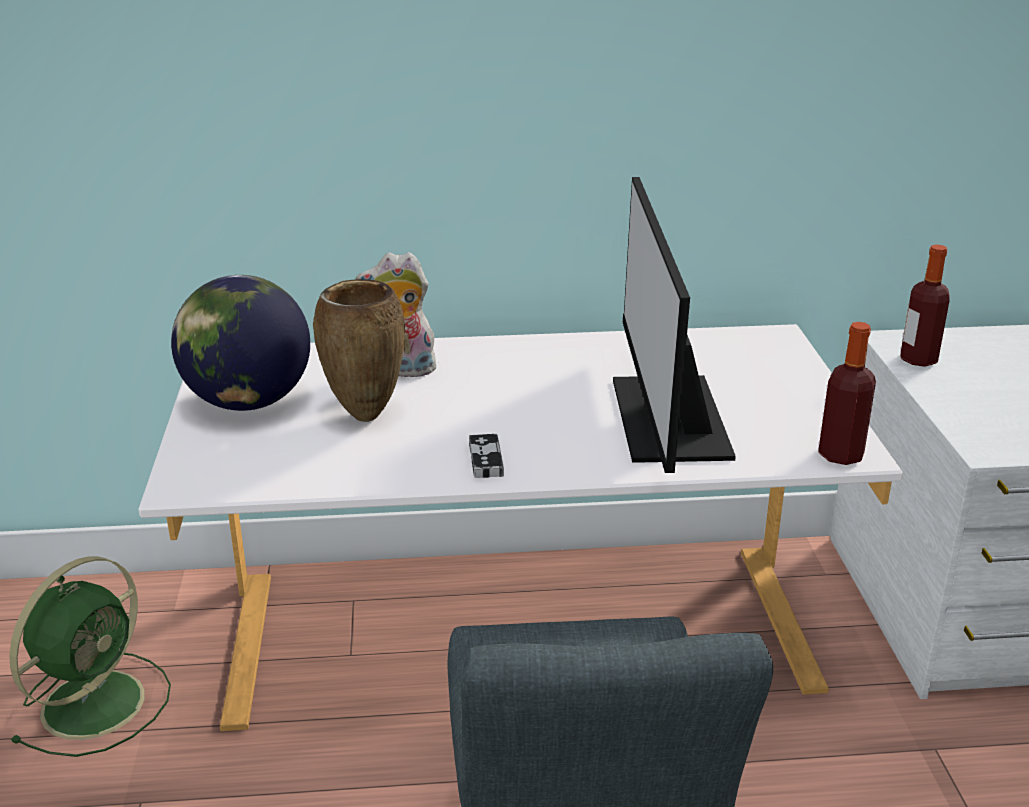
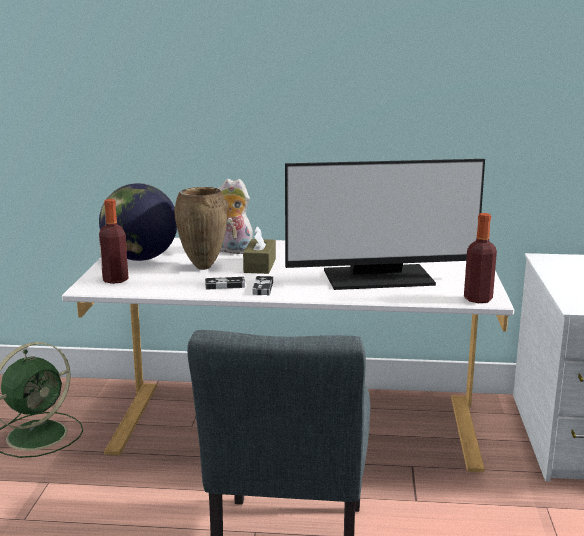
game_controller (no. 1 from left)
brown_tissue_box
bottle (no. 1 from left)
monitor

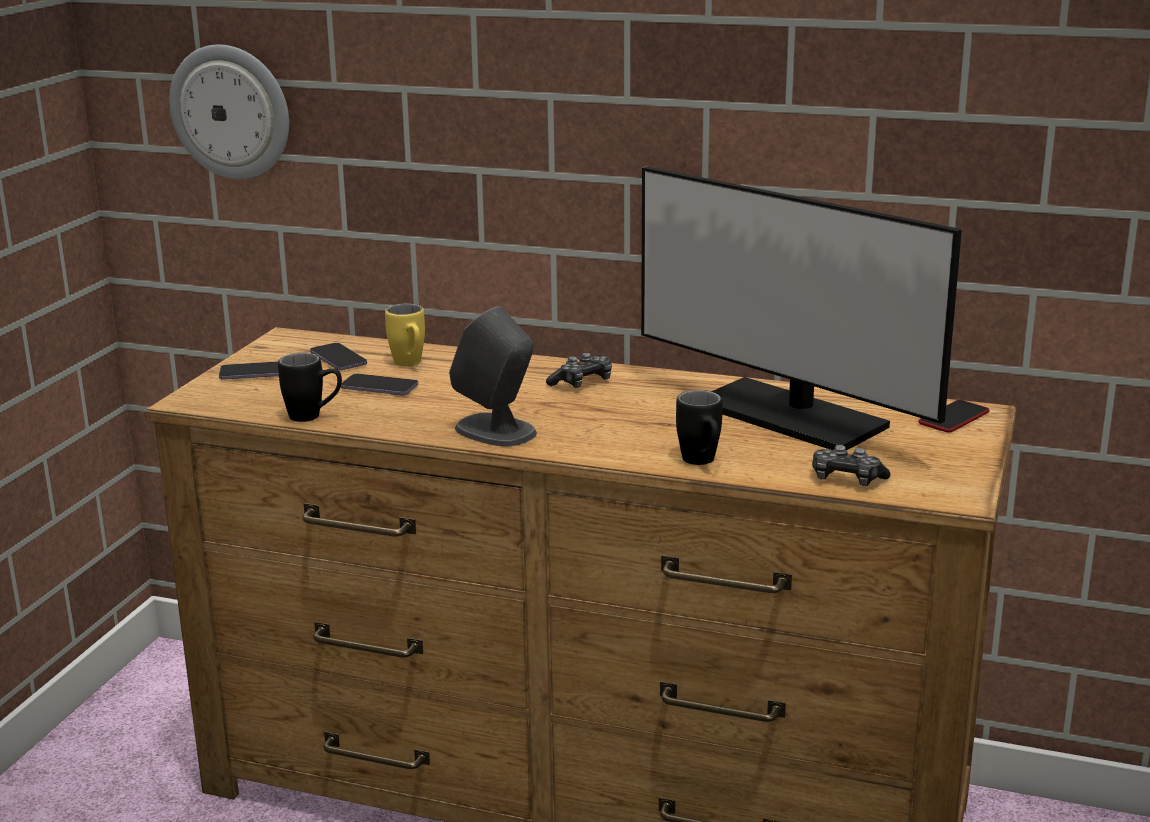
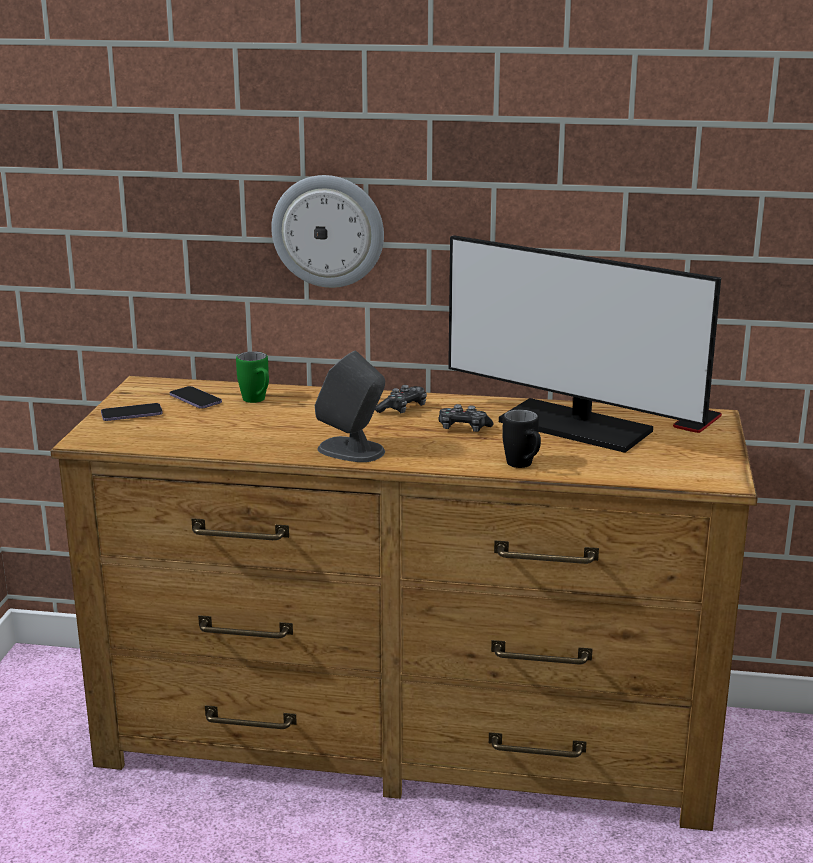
black_mug (no. 1 from left in the first image)
phone (no. 3 from left in the first image)
wall_clock
game_controller (no. 2 from left)
green_mug

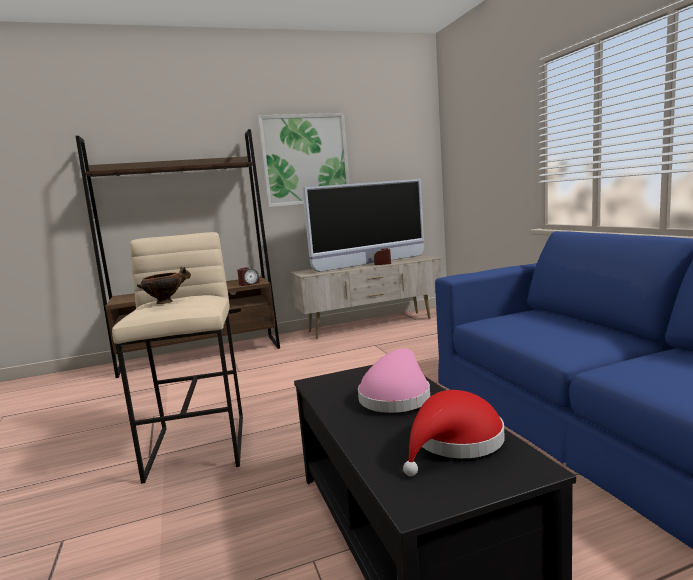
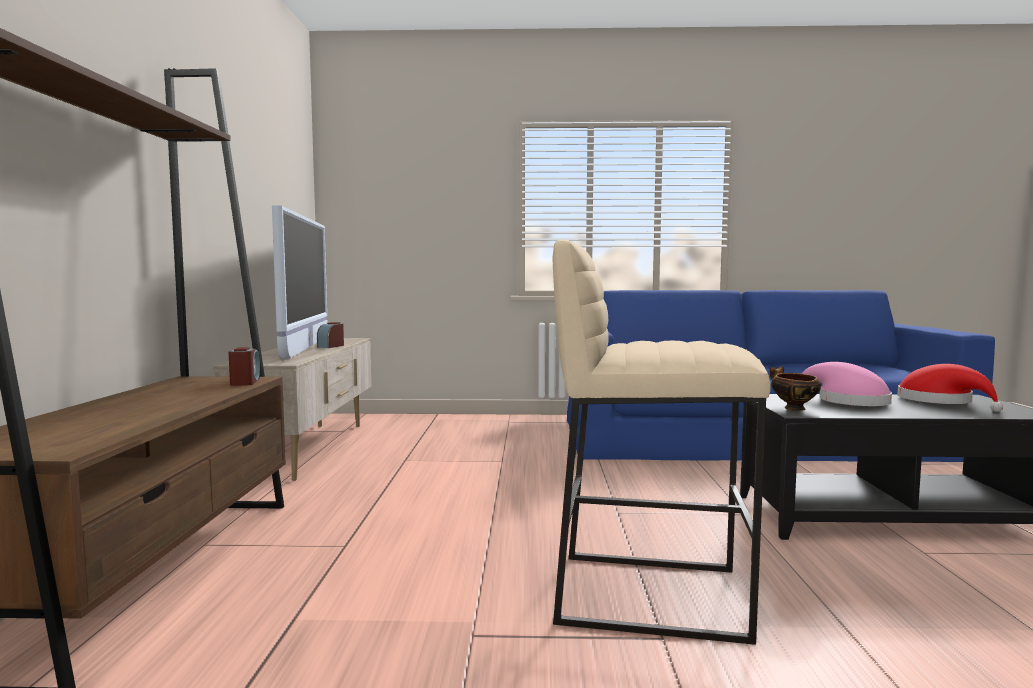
picture
bowl

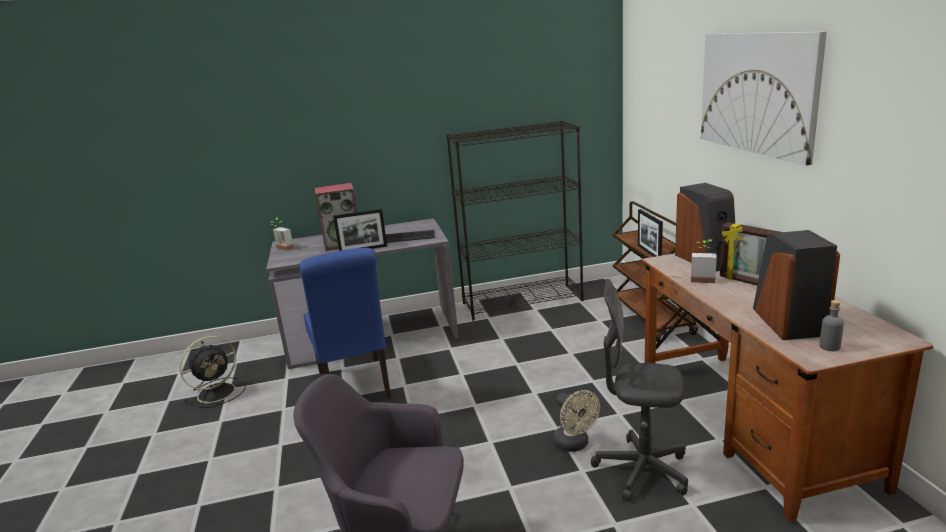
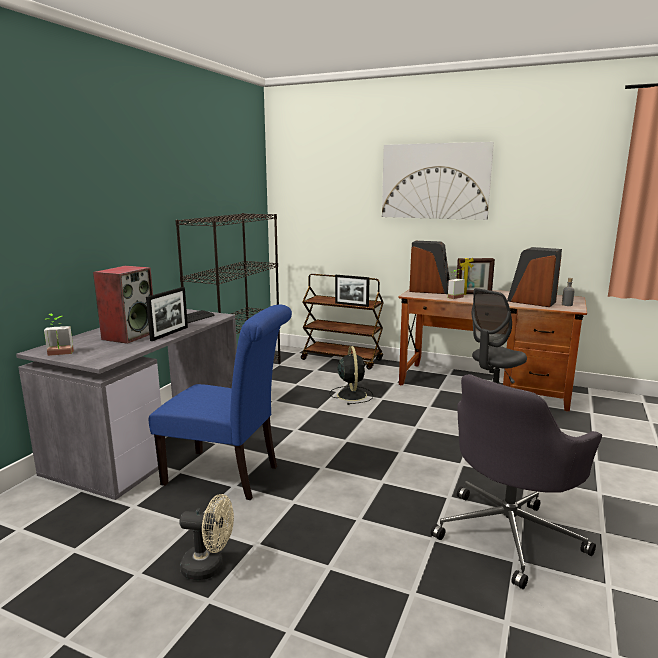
black_fan
beige_fan

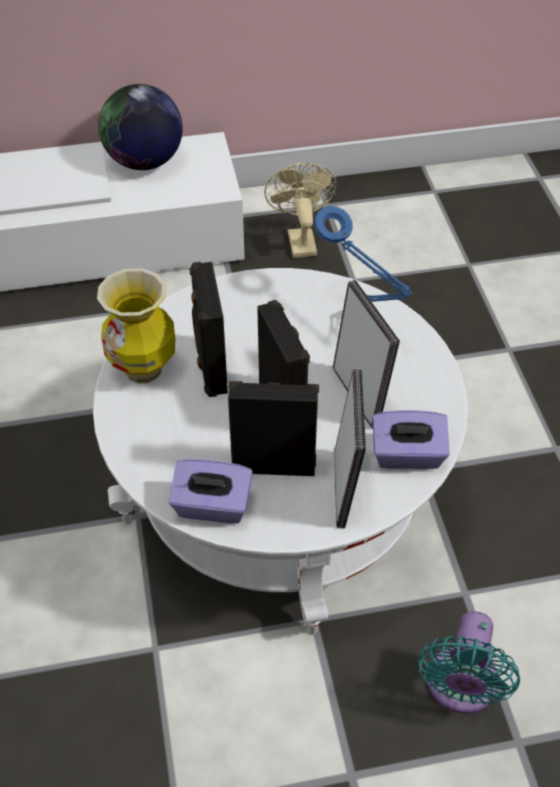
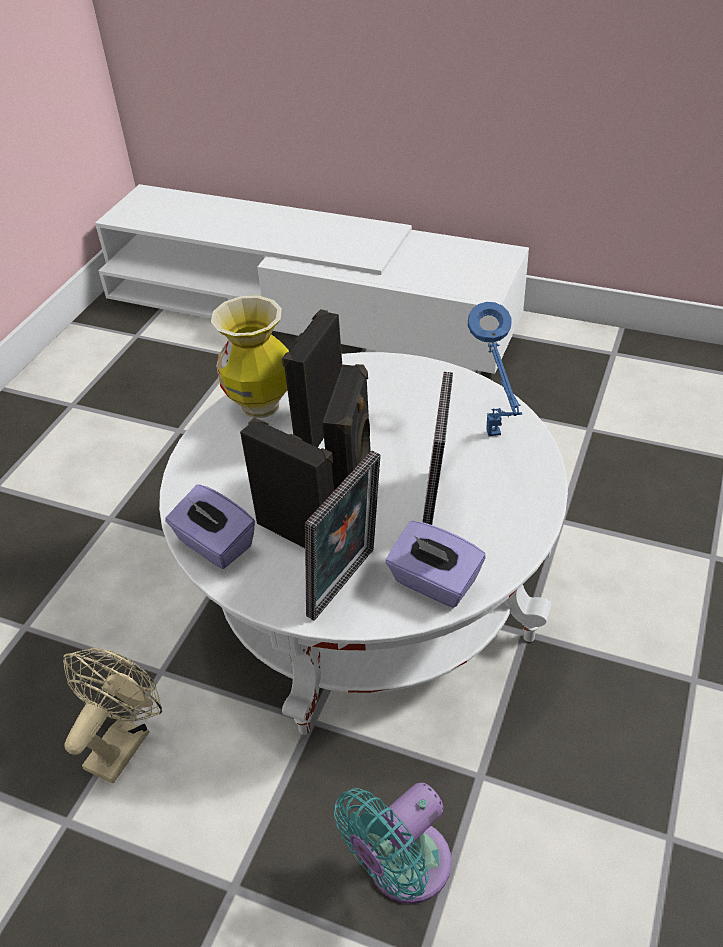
globe
beige_fan

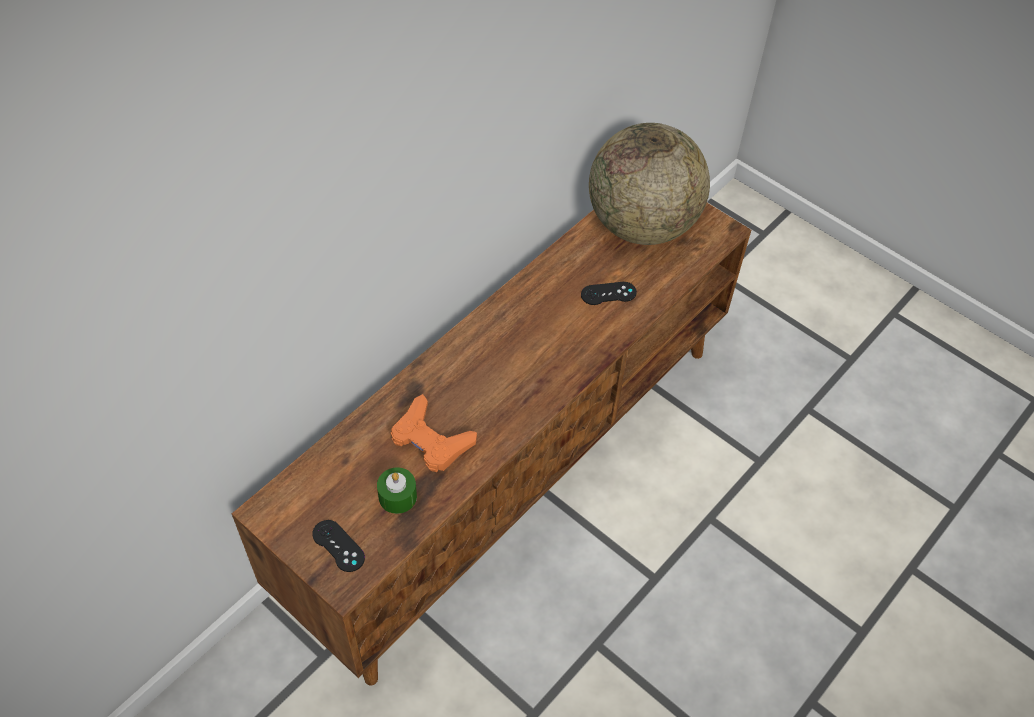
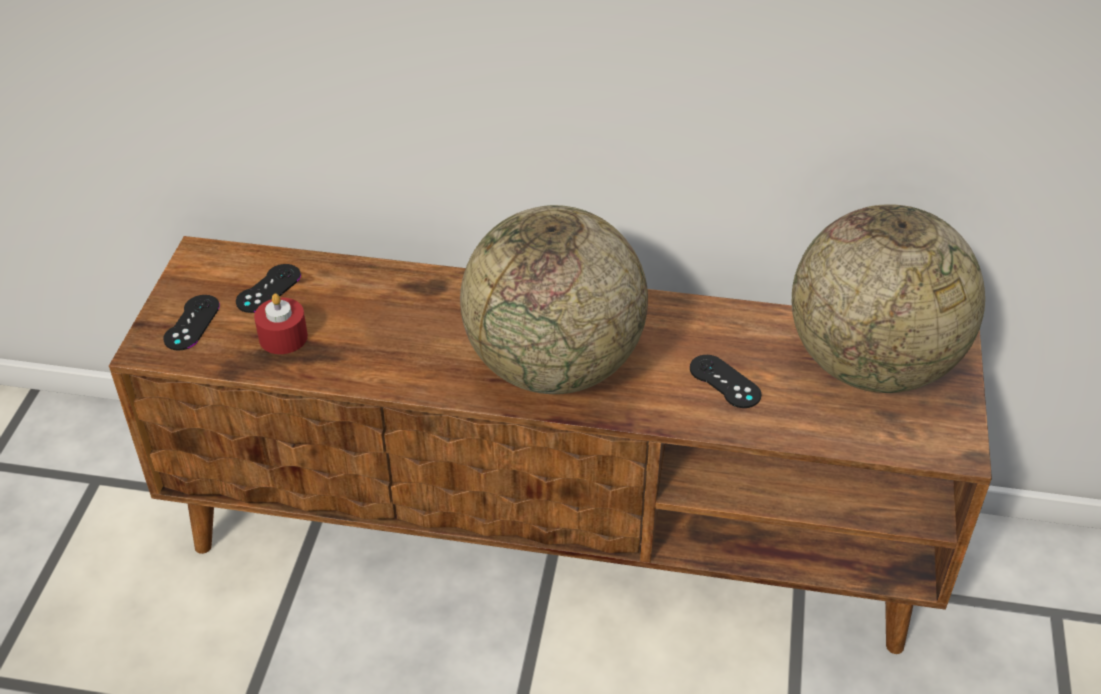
orange_game_controller
black_game_controller (no. 2 from left)
globe (no. 1 from left)
red_candle

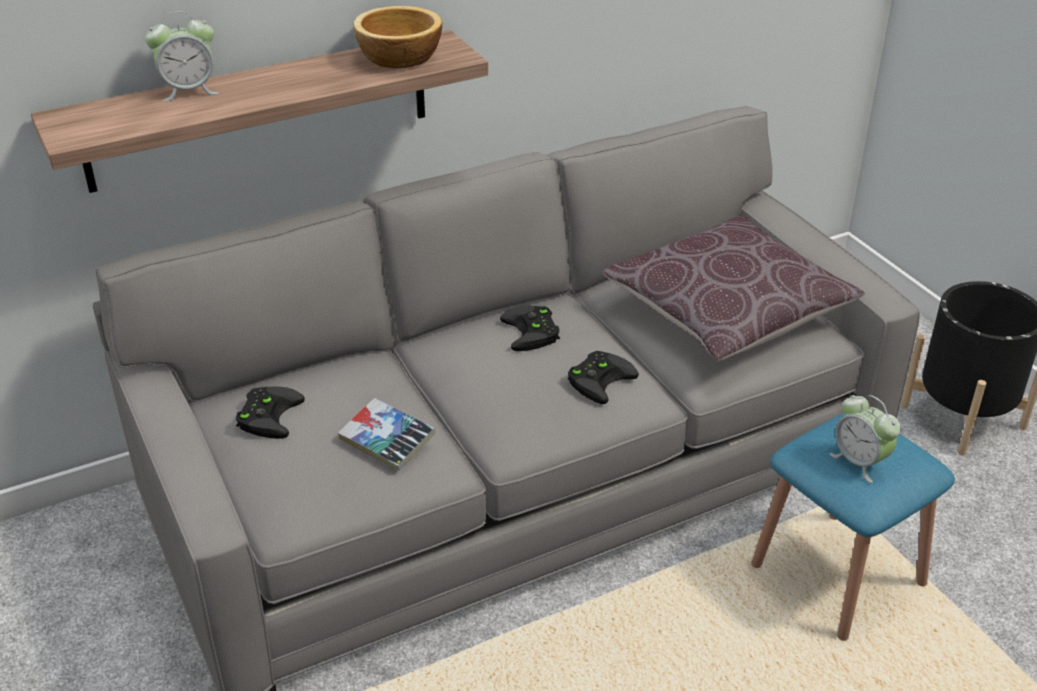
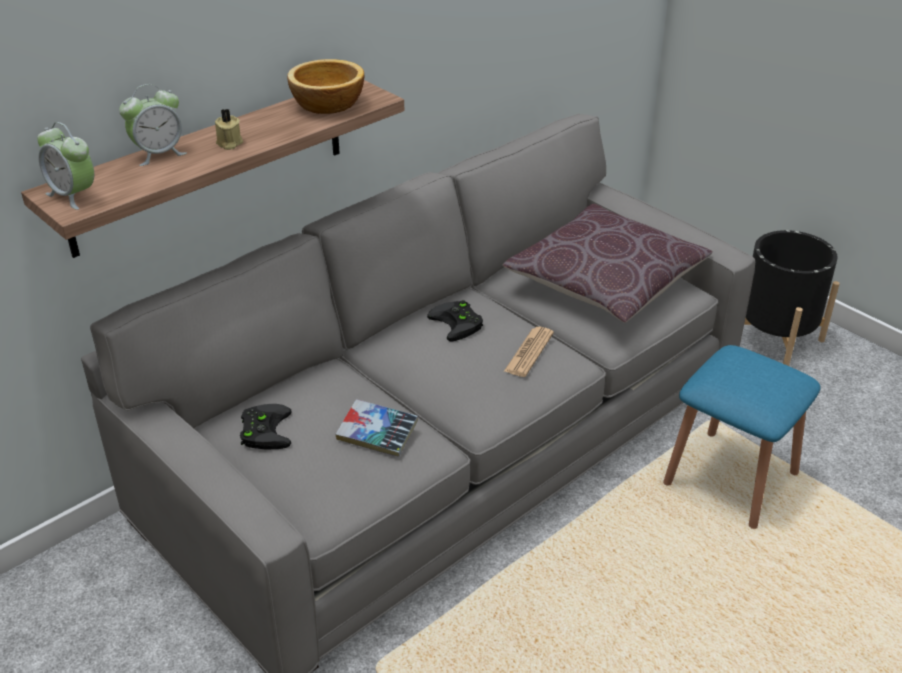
beige_candle
alarm_clock (no. 1 from left)
newspaper

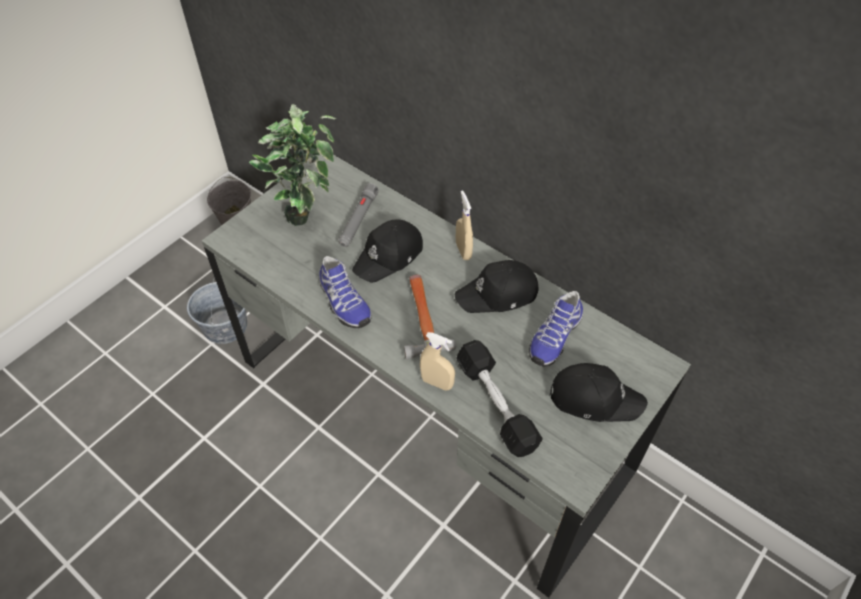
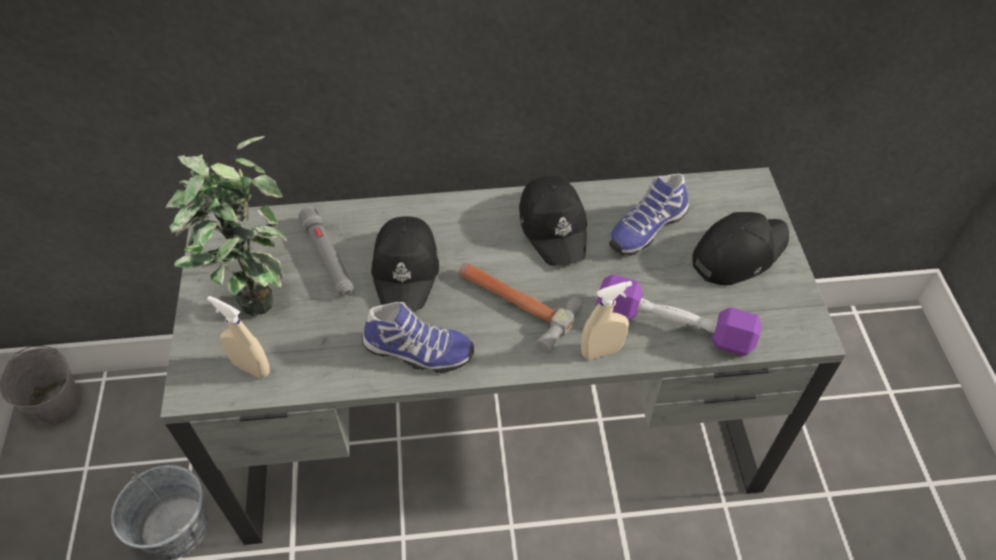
beige_spray_bottle (no. 1 from left)
purple_dumbbell
black_cap (no. 2 from left)
shoe (no. 2 from left)

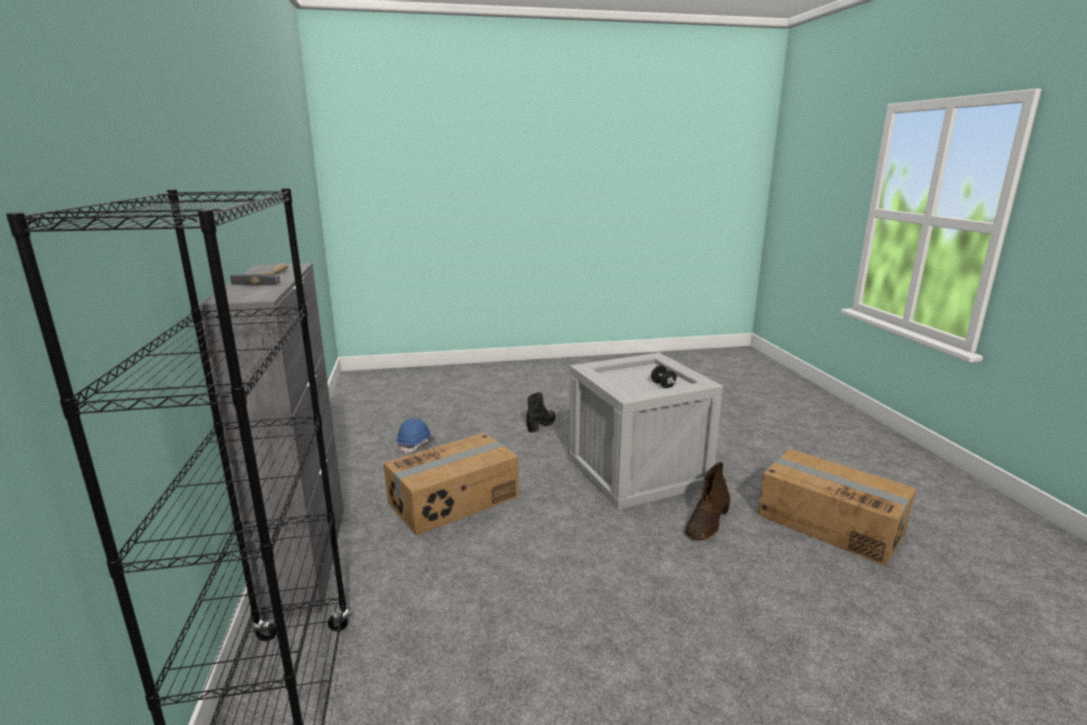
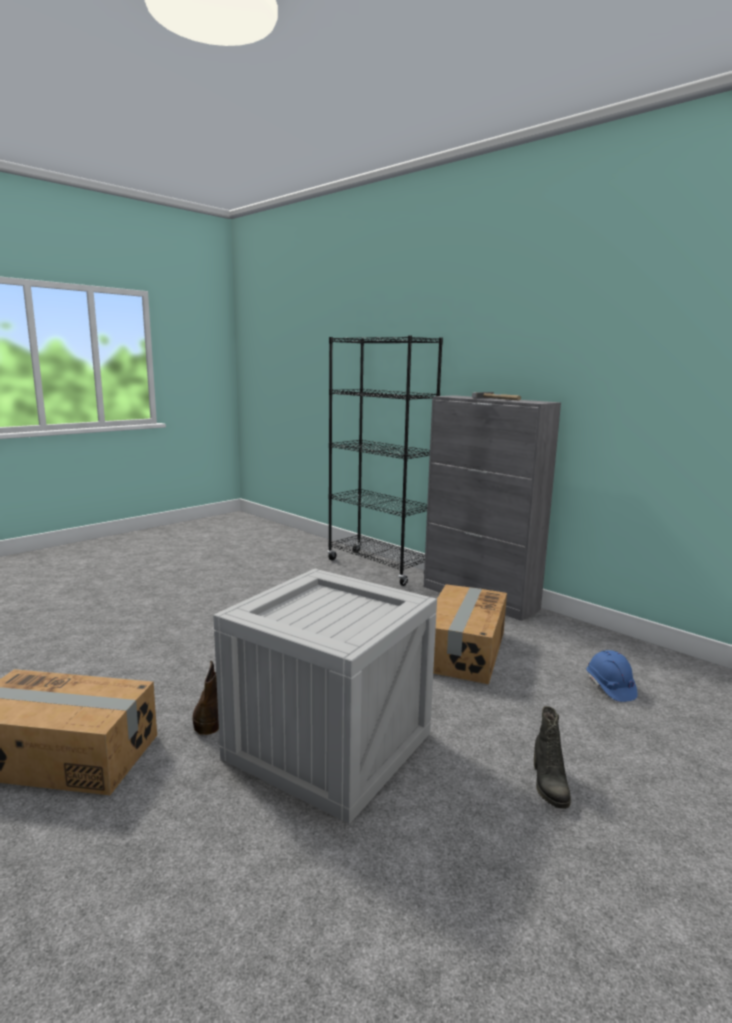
black_dumbbell

